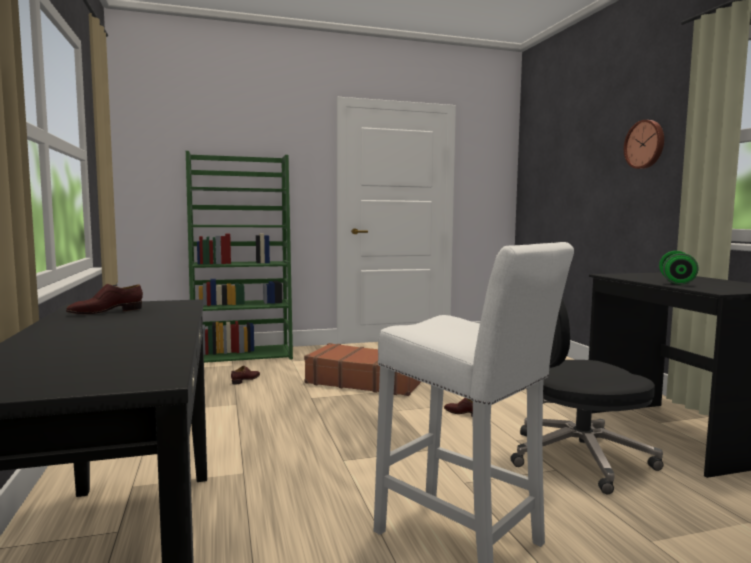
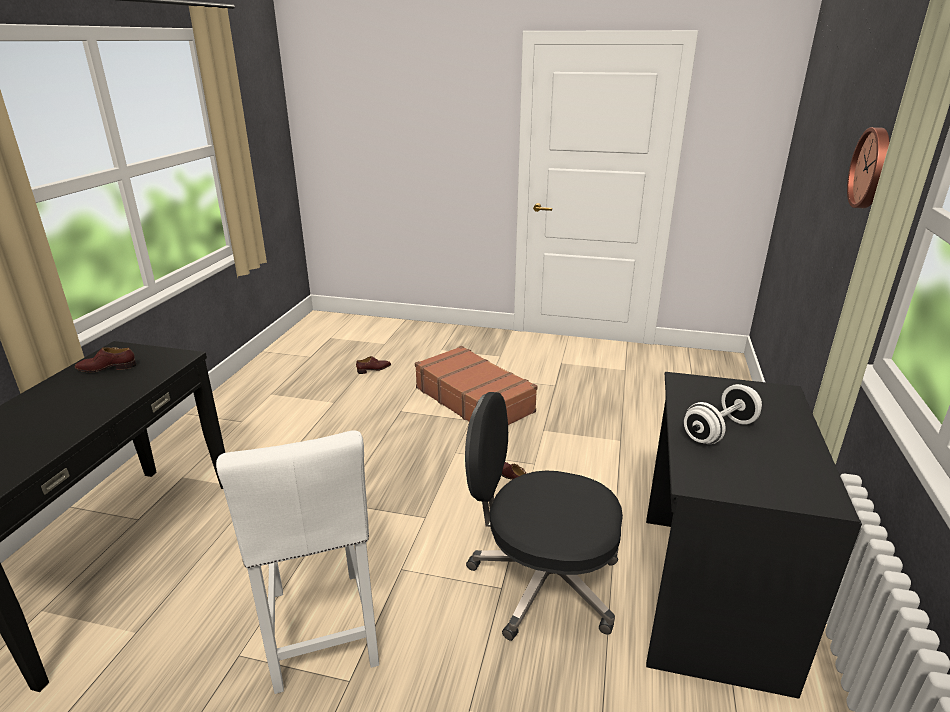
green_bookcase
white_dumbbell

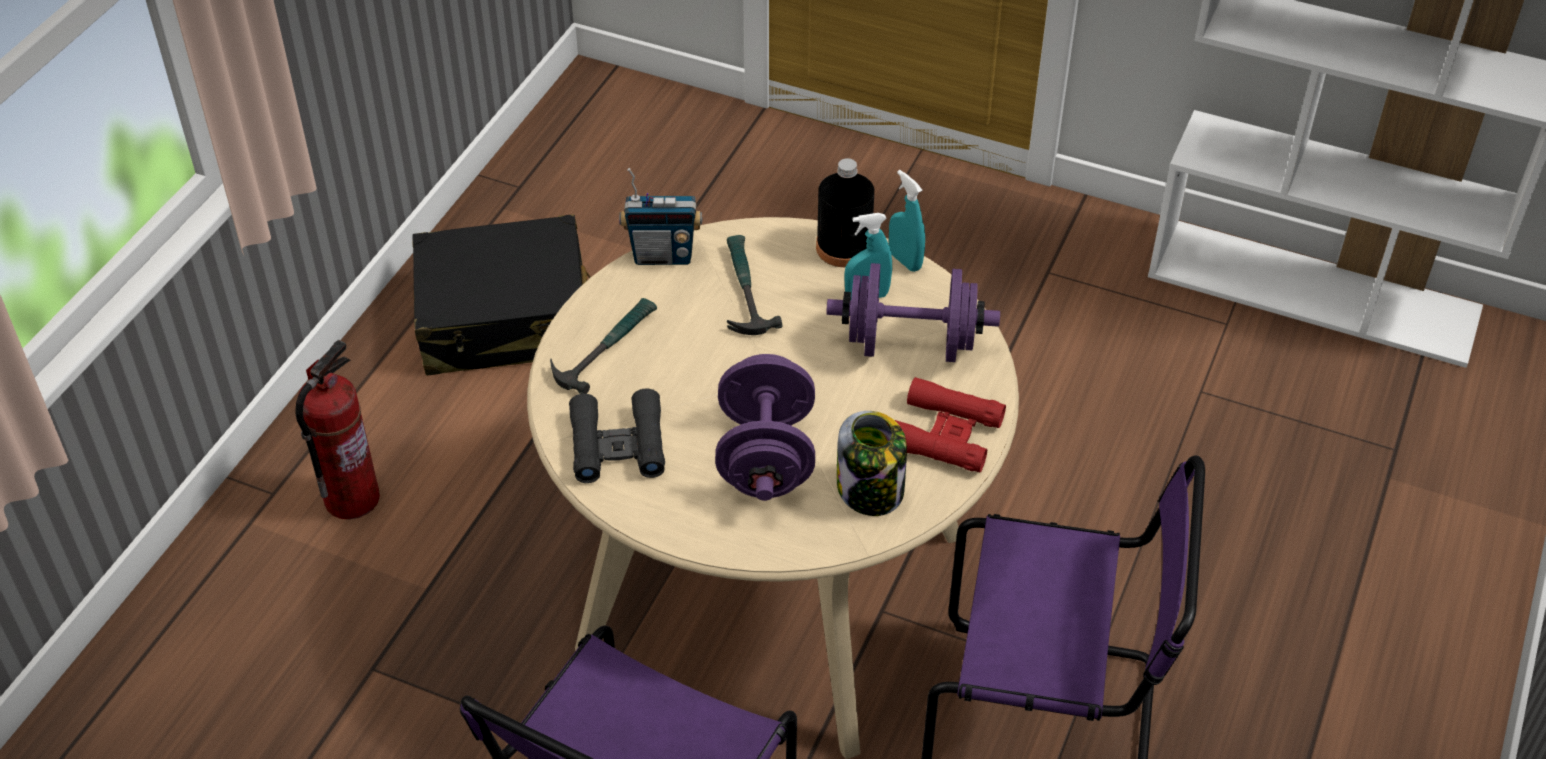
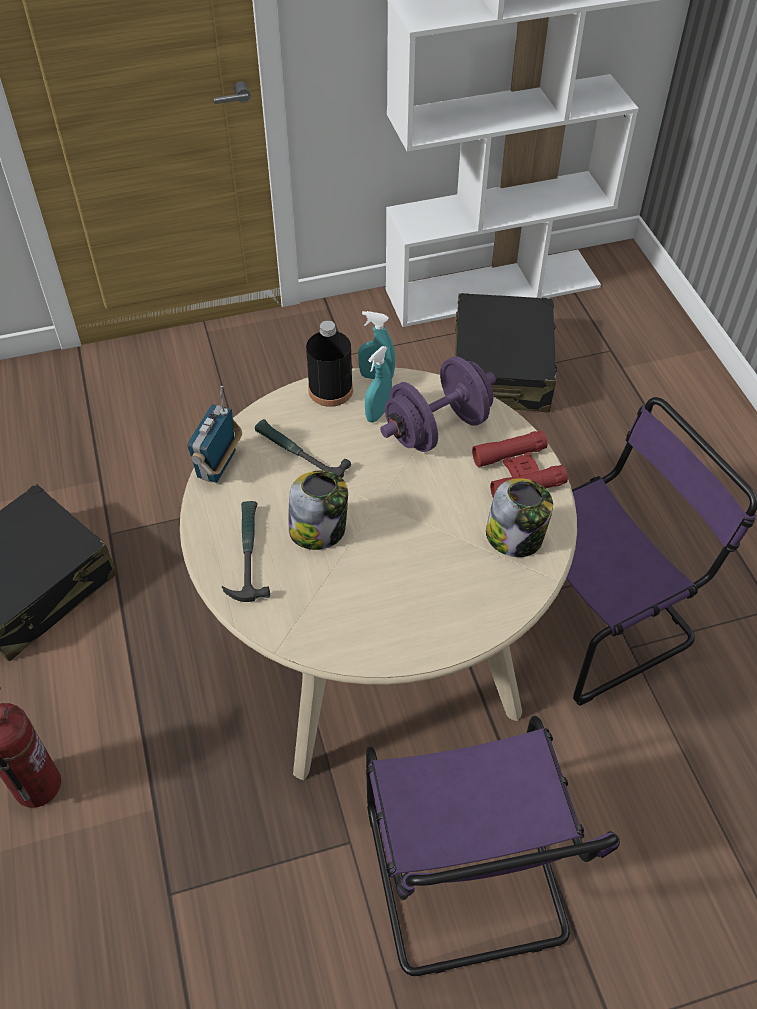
black_binoculars
purple_dumbbell (no. 1 from left in the first image)
jar (no. 1 from left)
black_suitcase (no. 2 from left)
radio

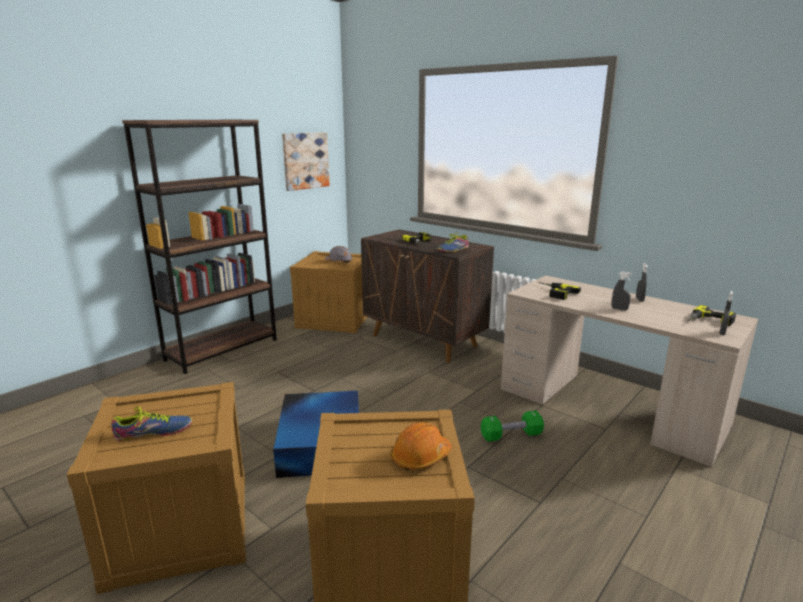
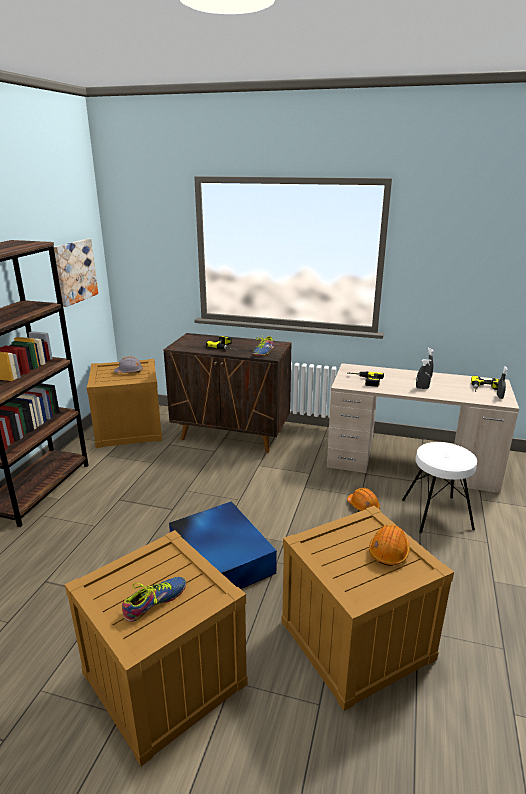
white_stool
orange_hard_hat (no. 1 from left)

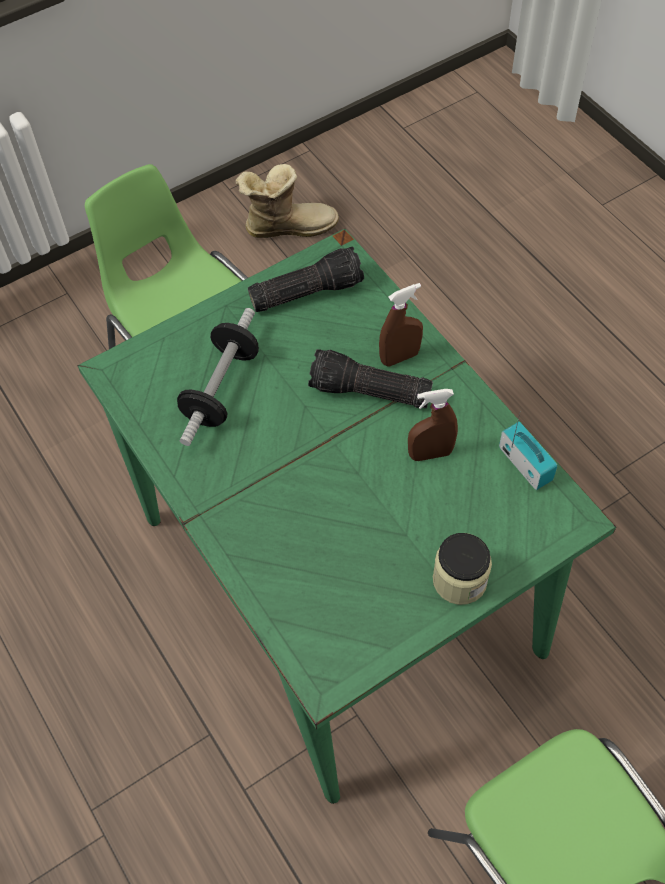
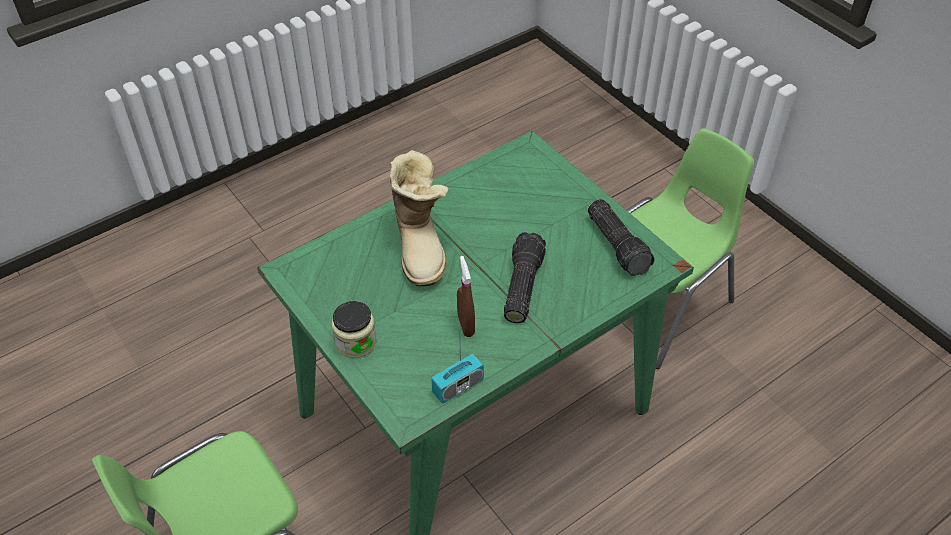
dumbbell
brown_spray_bottle (no. 1 from left in the first image)
boot

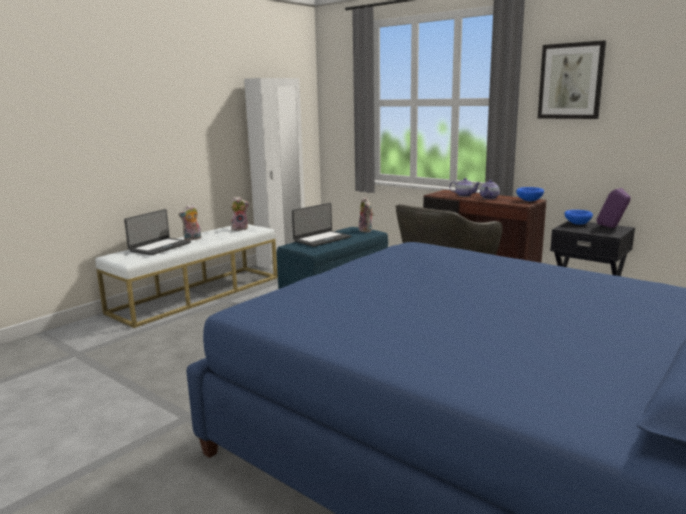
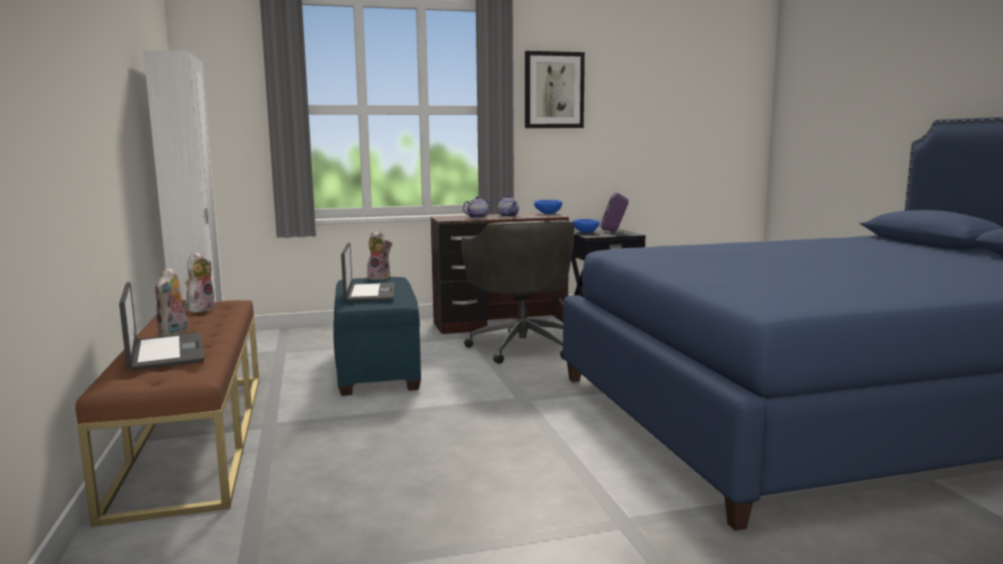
brown_bench

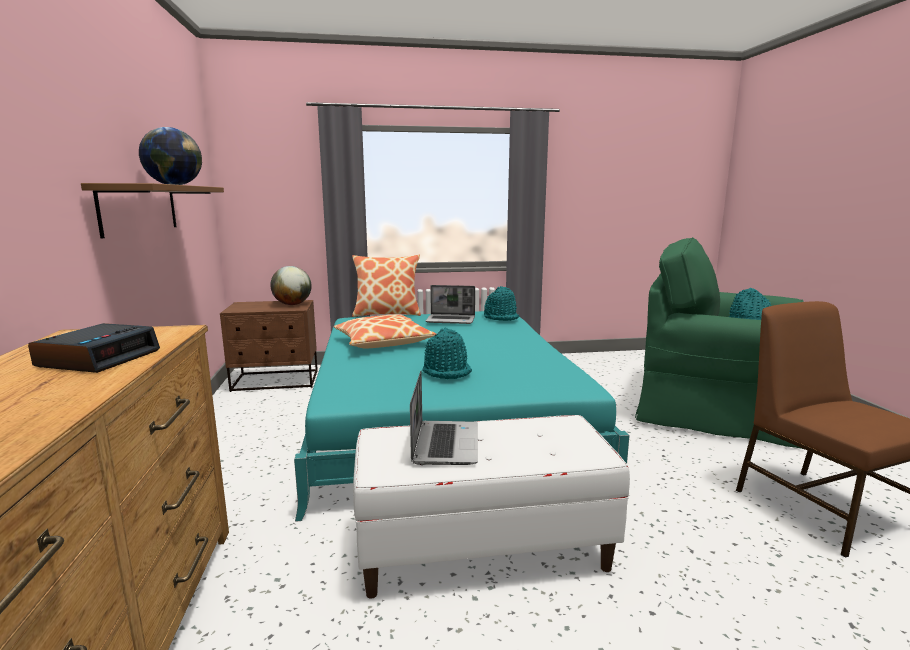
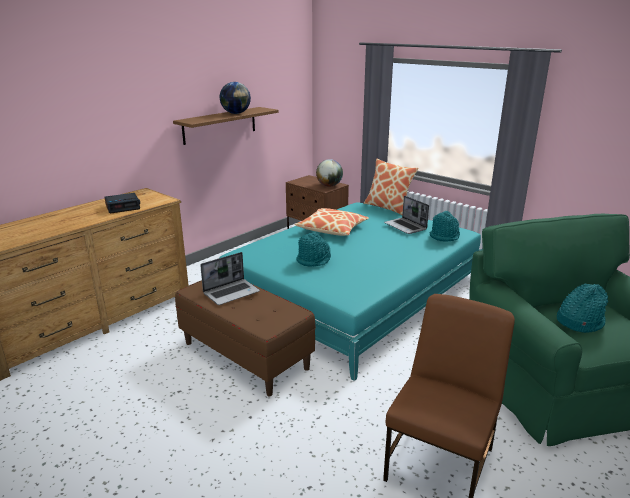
brown_bench

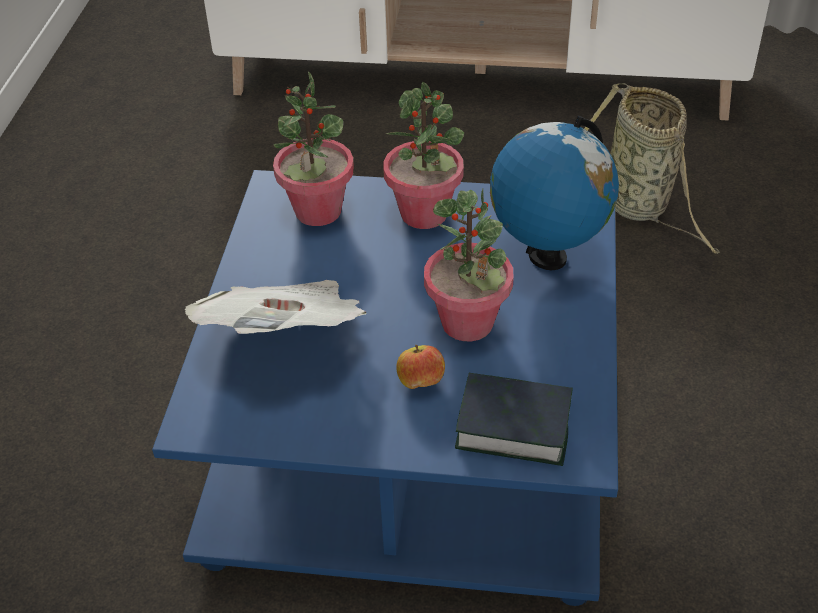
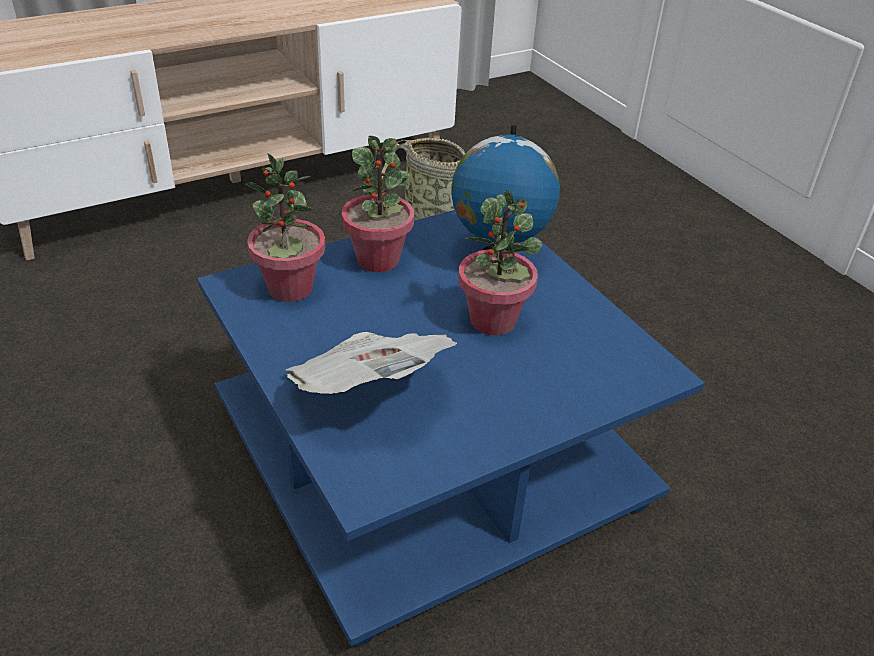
apple
book

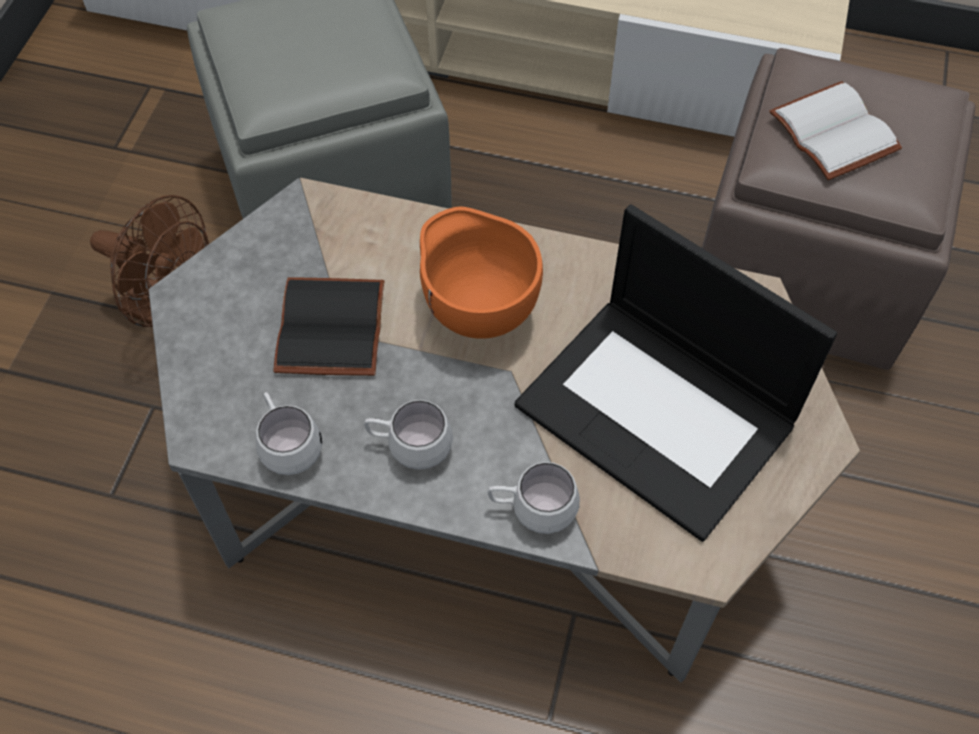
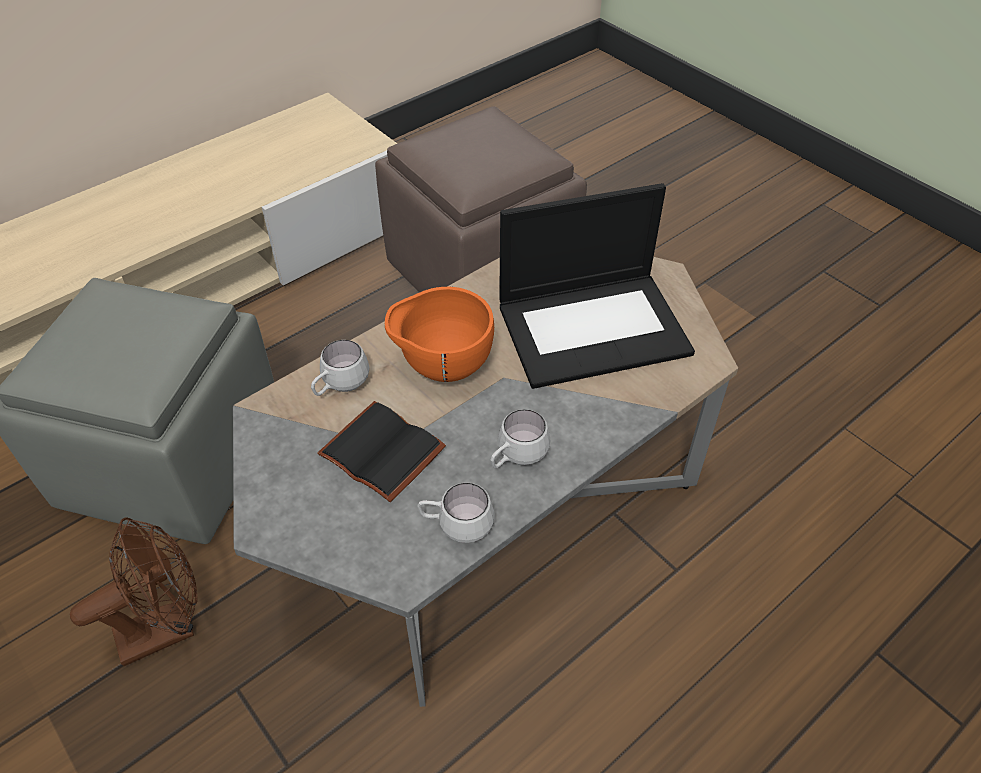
white_book
white_mug (no. 1 from left)

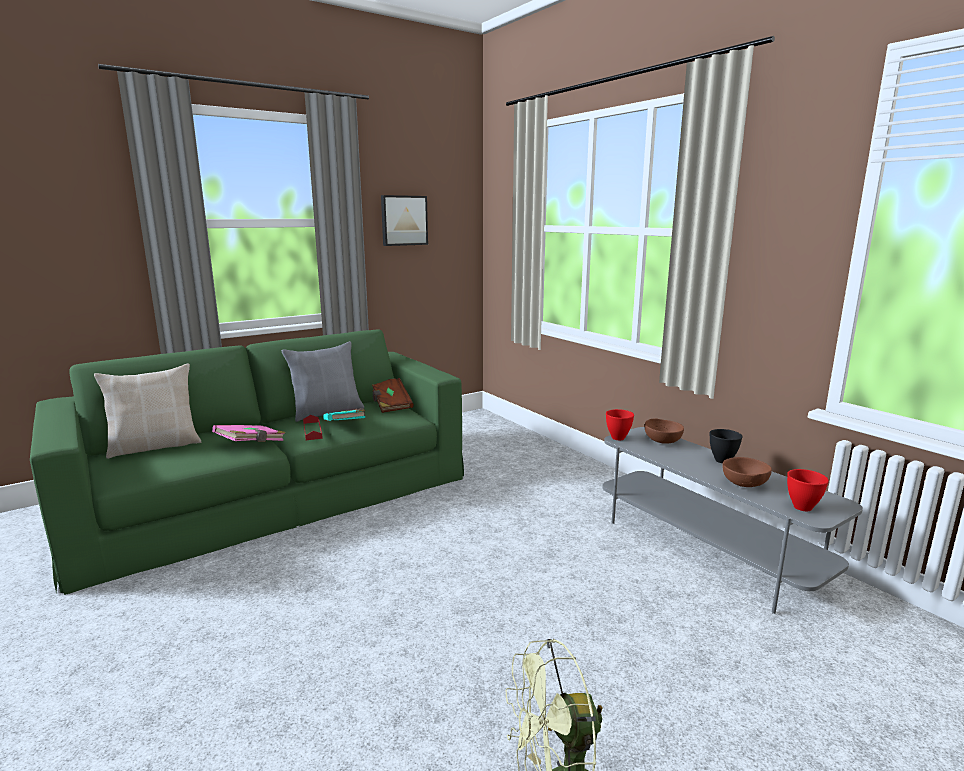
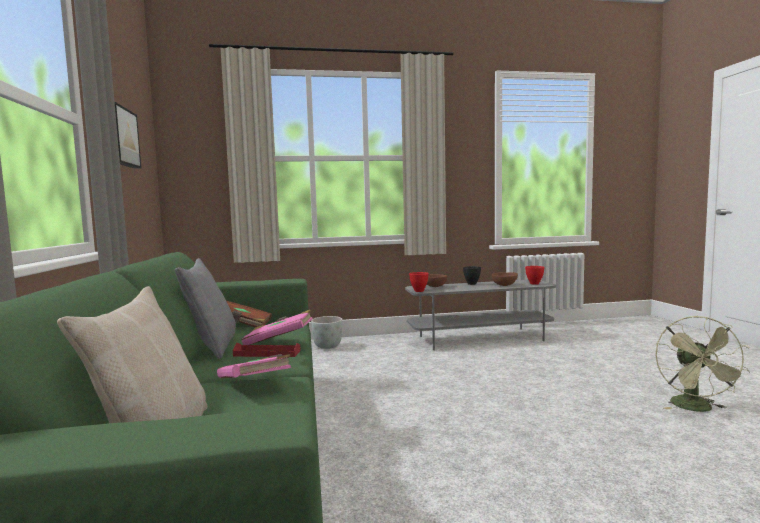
grey_planter
pink_book (no. 2 from left)

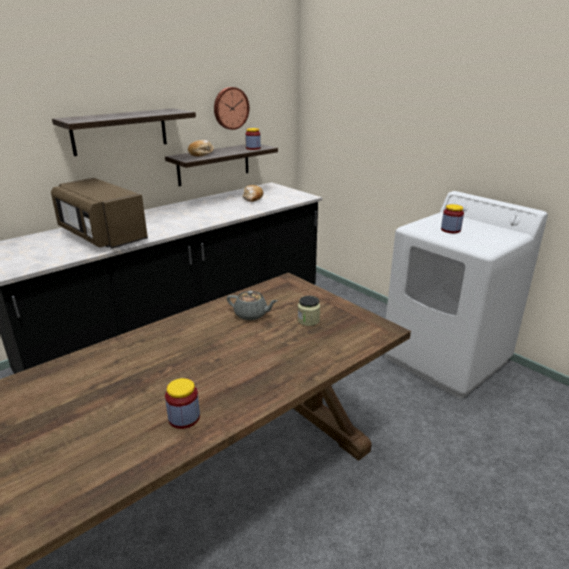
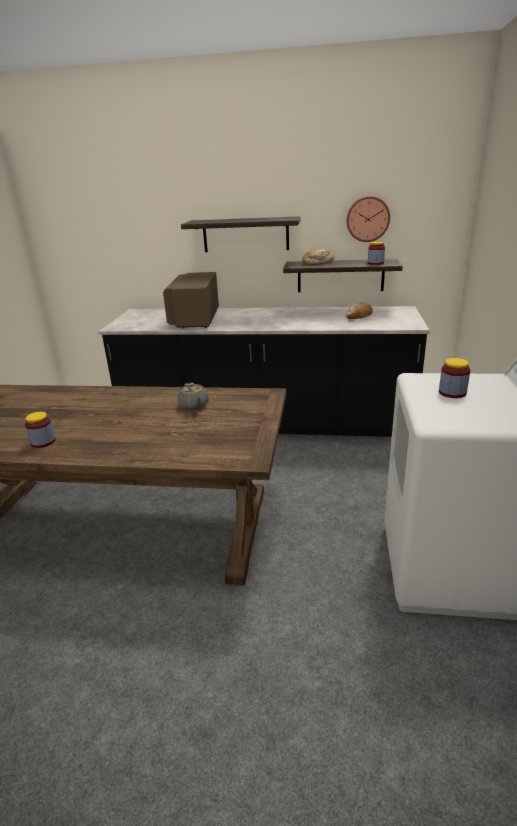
jar (no. 3 from left in the first image)

